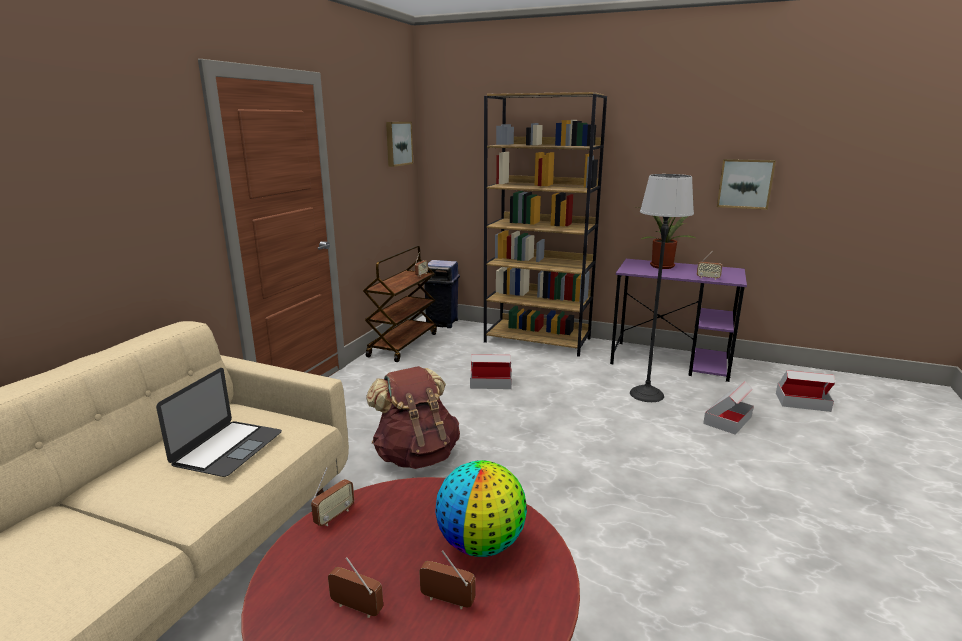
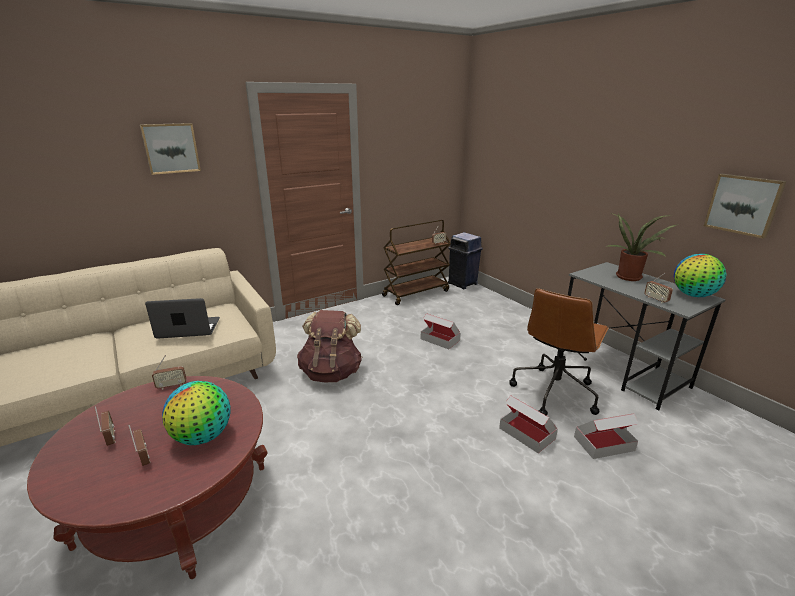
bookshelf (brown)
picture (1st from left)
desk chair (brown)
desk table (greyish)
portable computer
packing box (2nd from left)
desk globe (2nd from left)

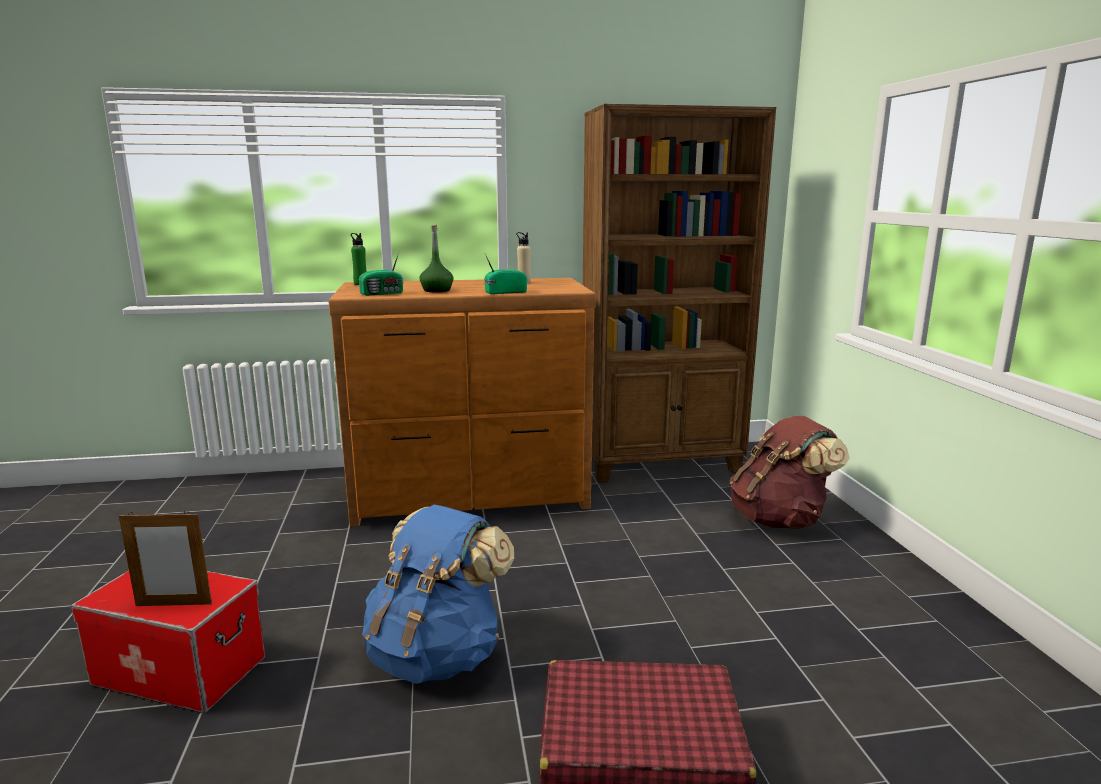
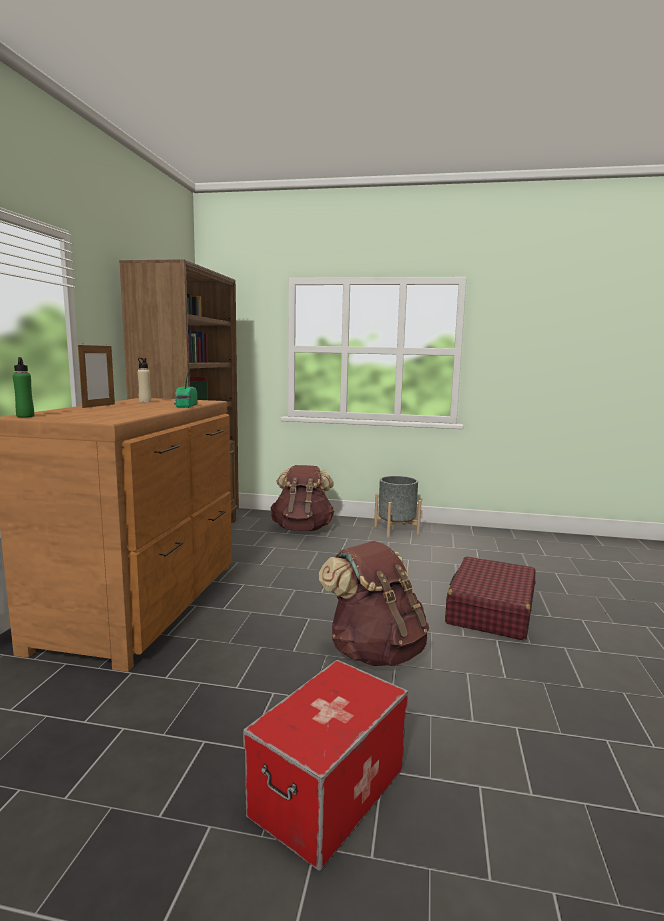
drink bottle (greenish) (2nd from left in the first image)
radio (1st from left in the first image)
backpack (brown) (2nd from left)
photo frame
flower pot (greyish)

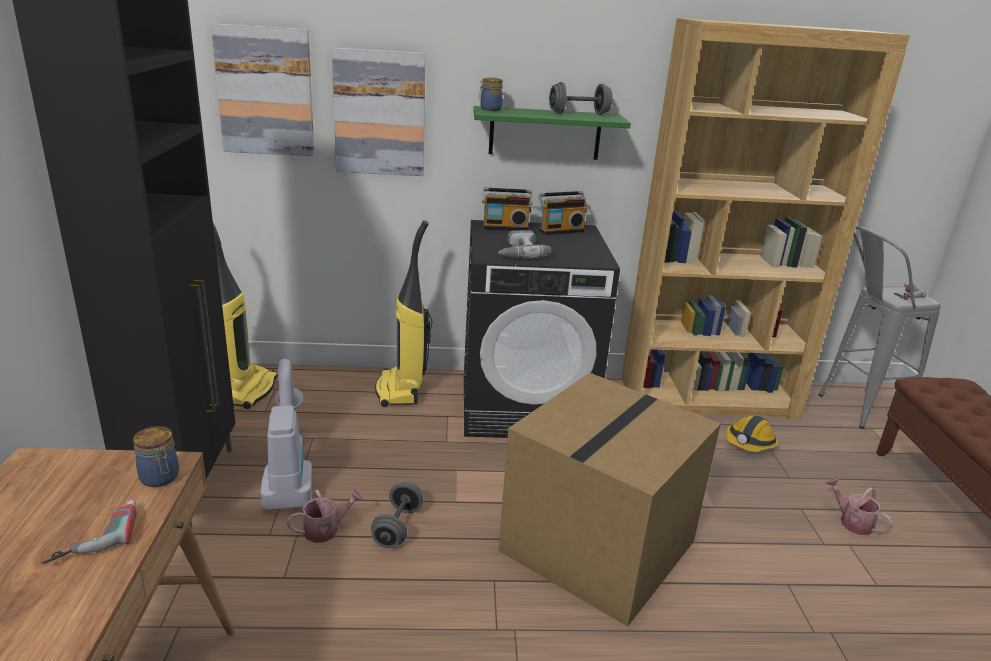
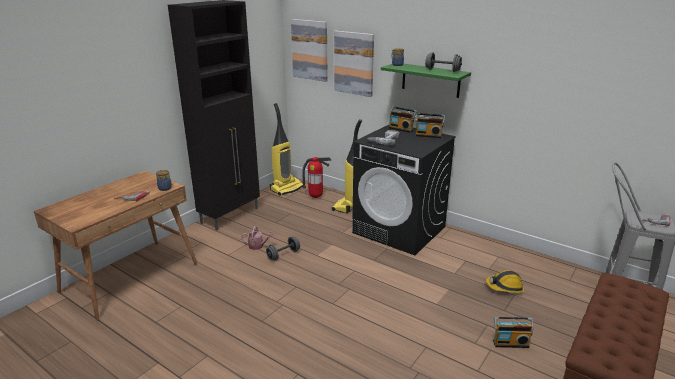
bookshelf (brown)
vacuum cleaner (2nd from left in the first image)
packing box
radio (3rd from left)
fire-fighting cylinder

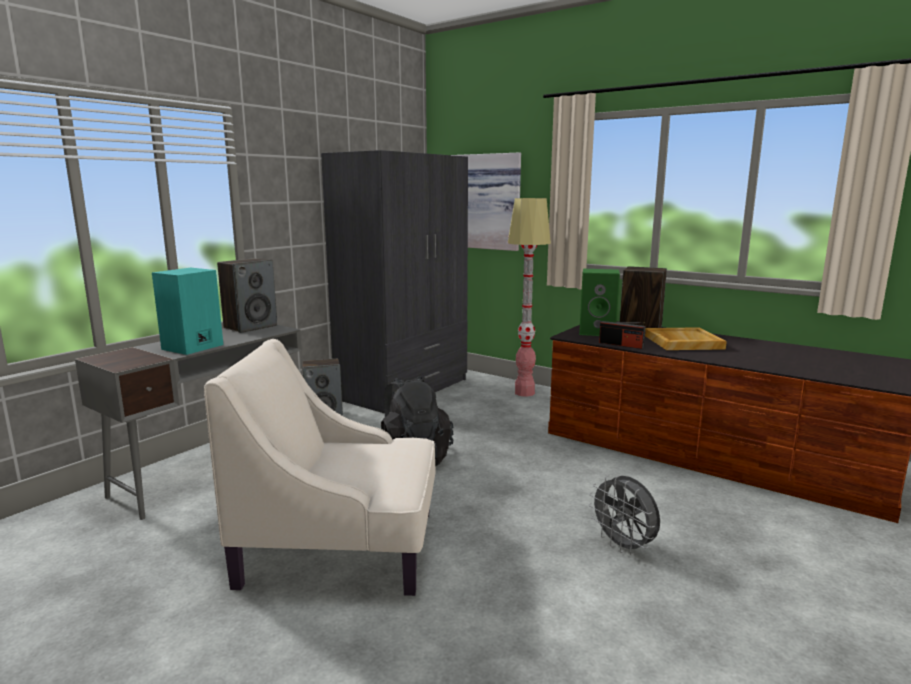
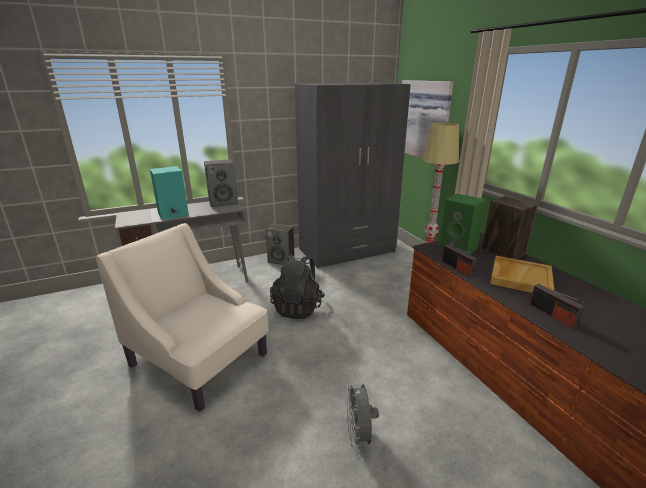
radio (2nd from left)

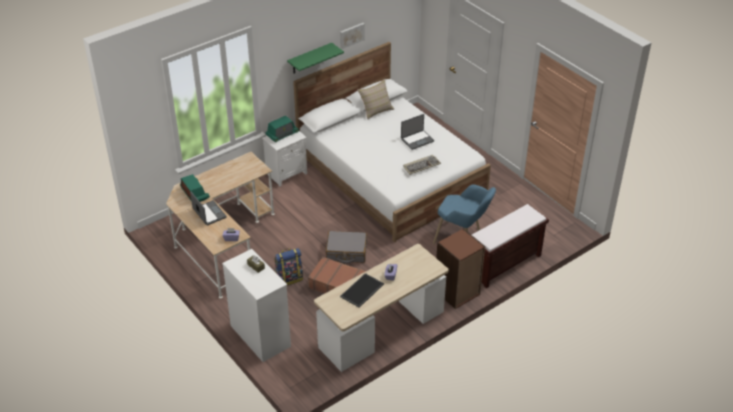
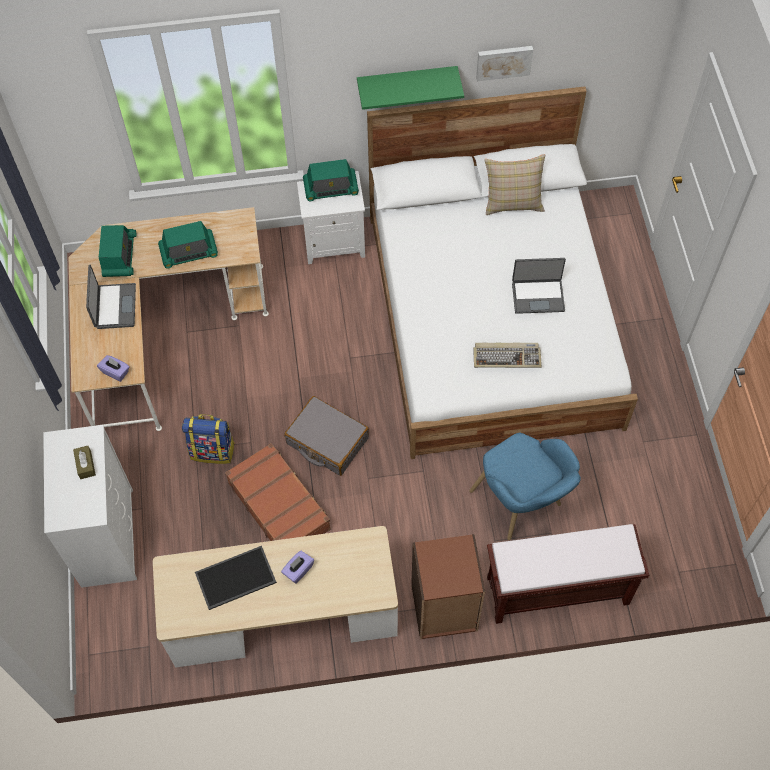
radio (2nd from left)

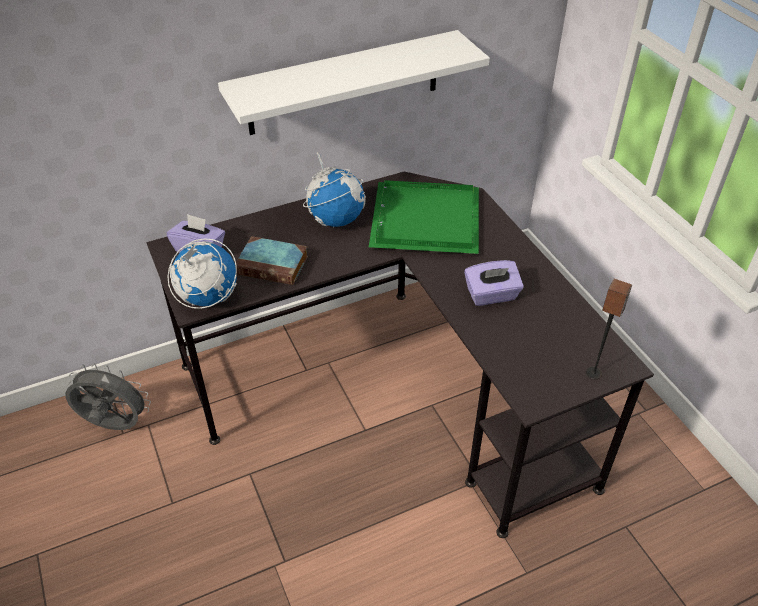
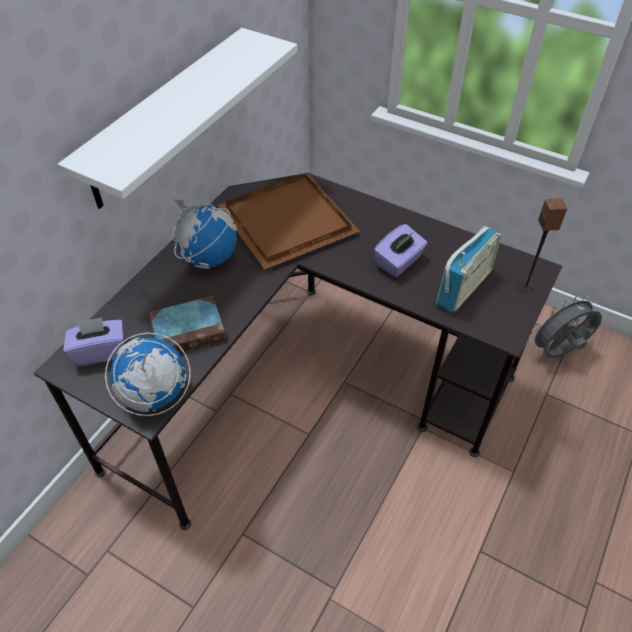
serving tray (brown)
electric fan (greyish)
radio

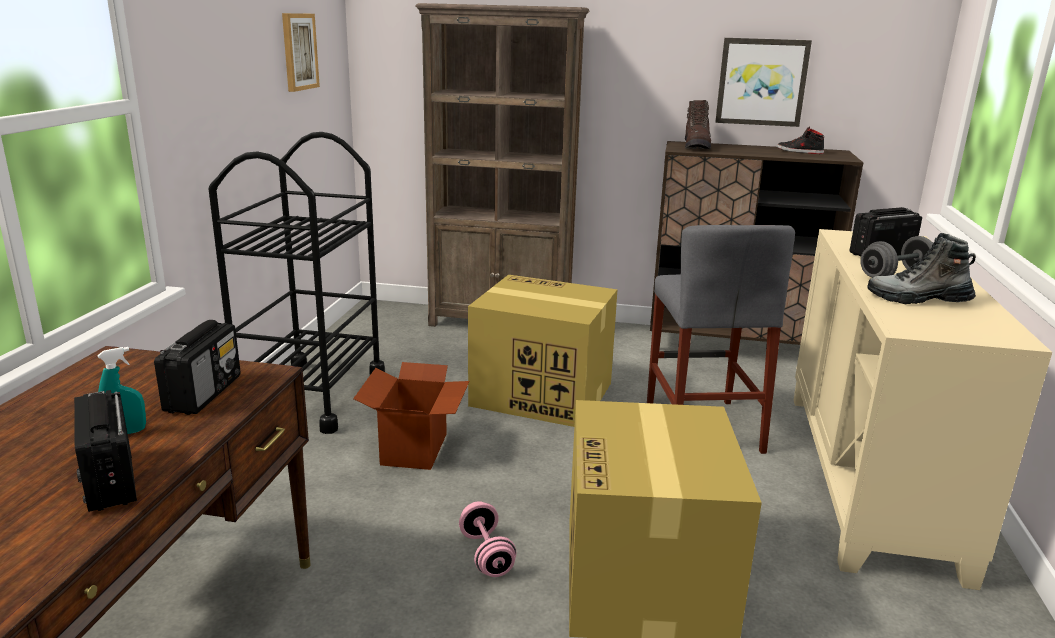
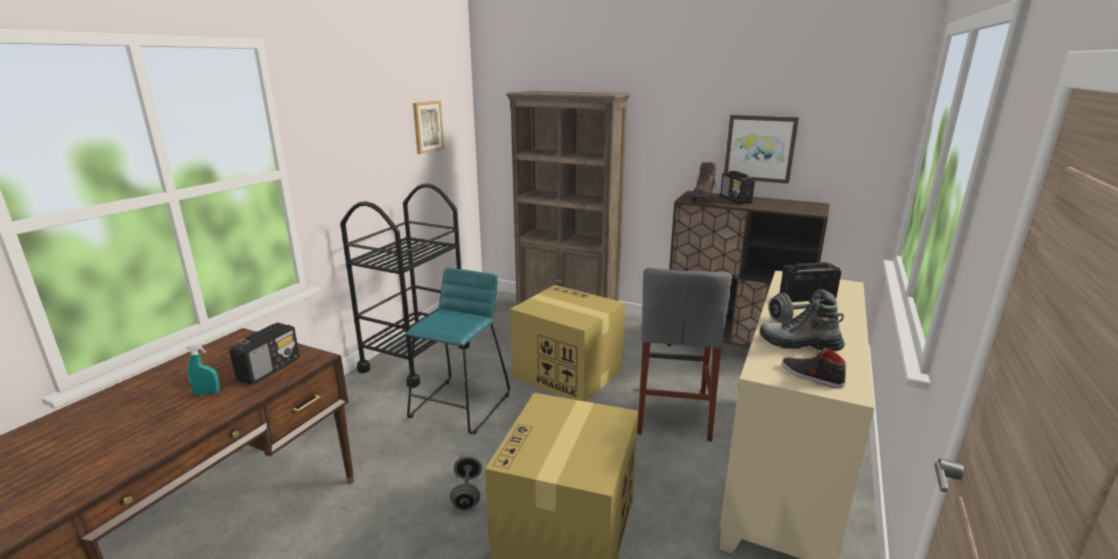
shoe (black-coloured)
stool (turquoise-coloured)
radio (2nd from left)
free weight (greyish) (1st from left)

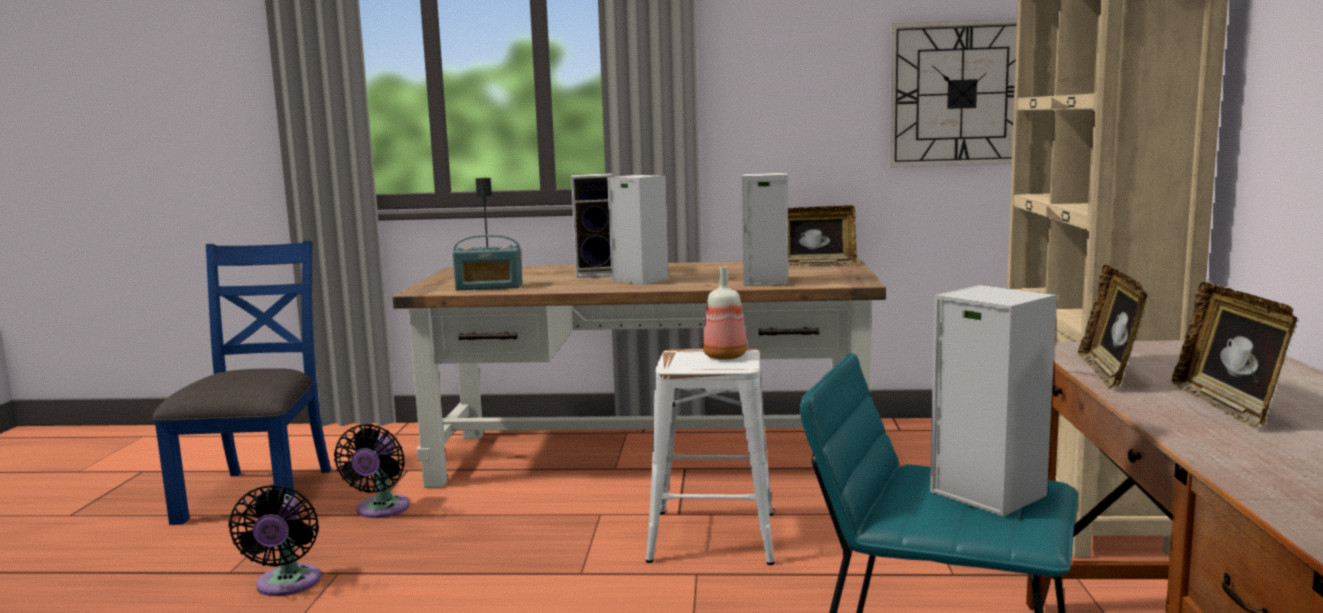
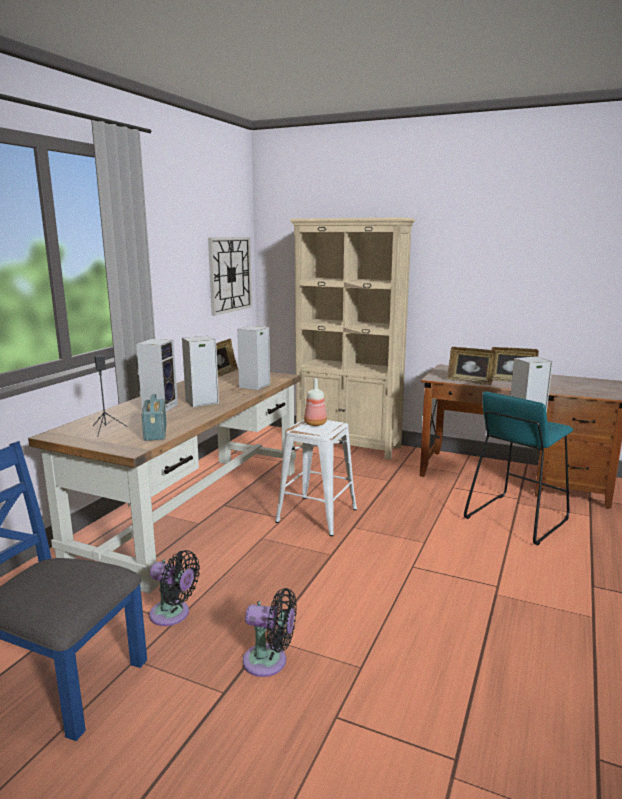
radio

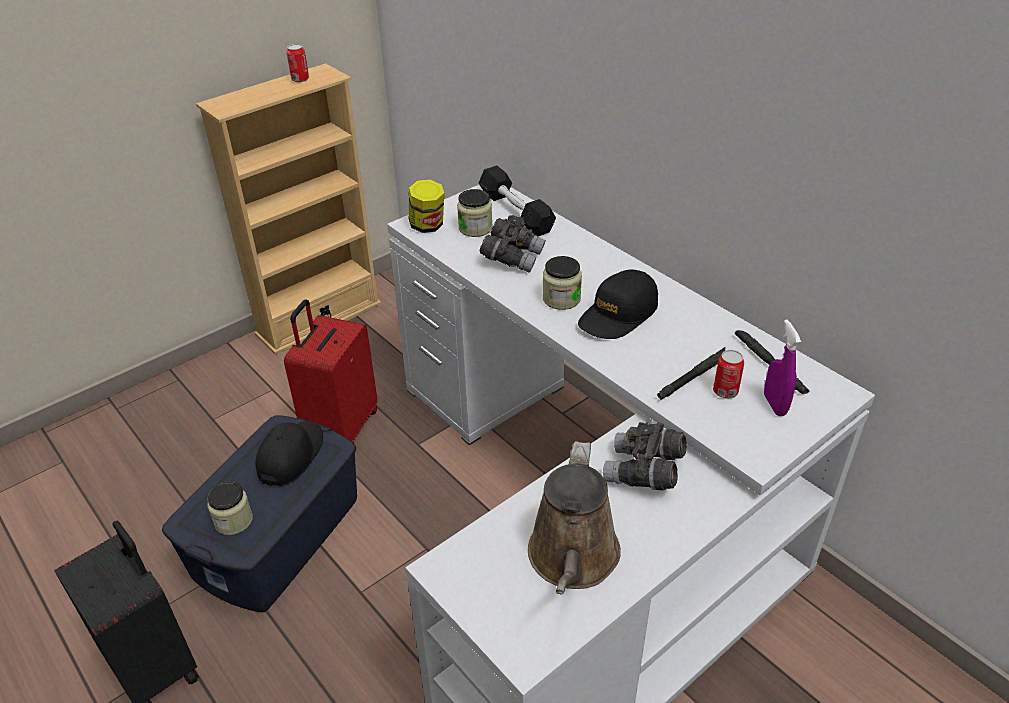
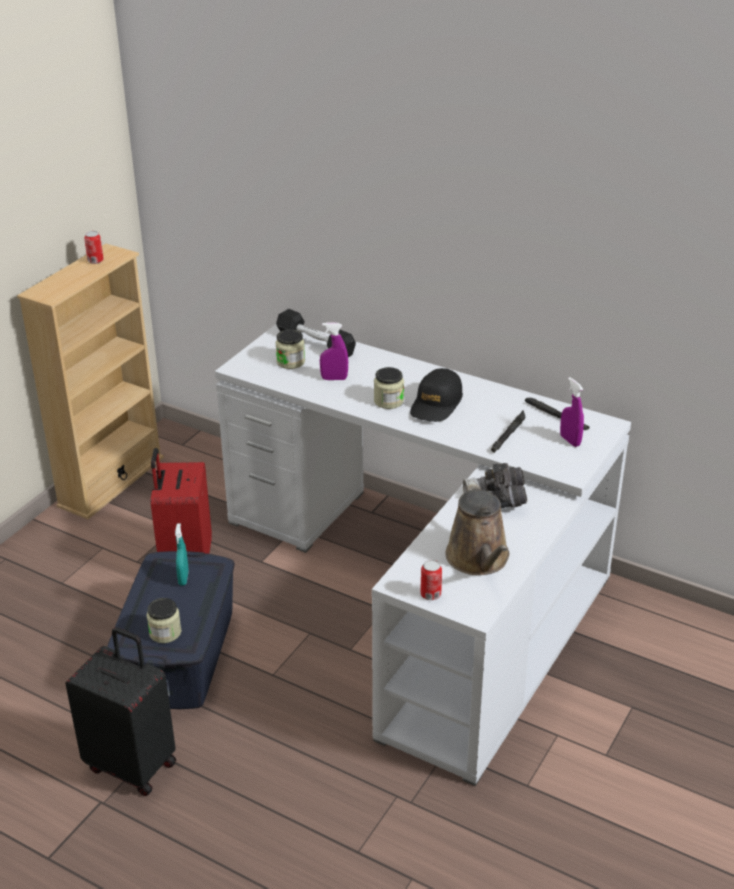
jar (2nd from left in the first image)
sprayer (purple-coloured) (1st from left)
sealed can (2nd from left)
sprayer (turquoise-coloured)

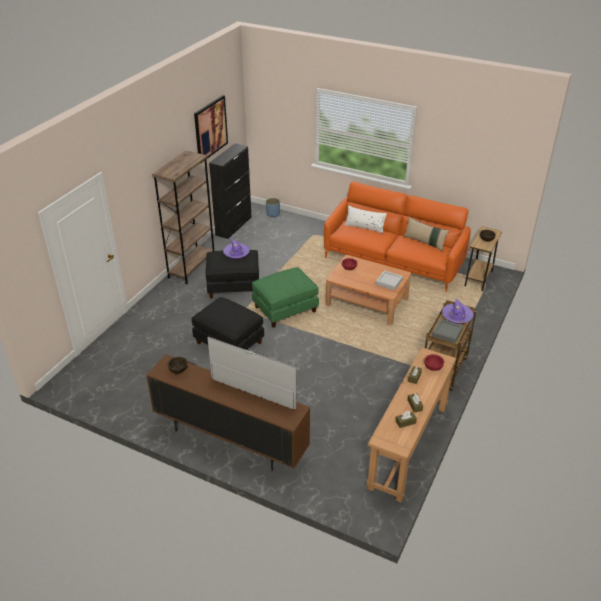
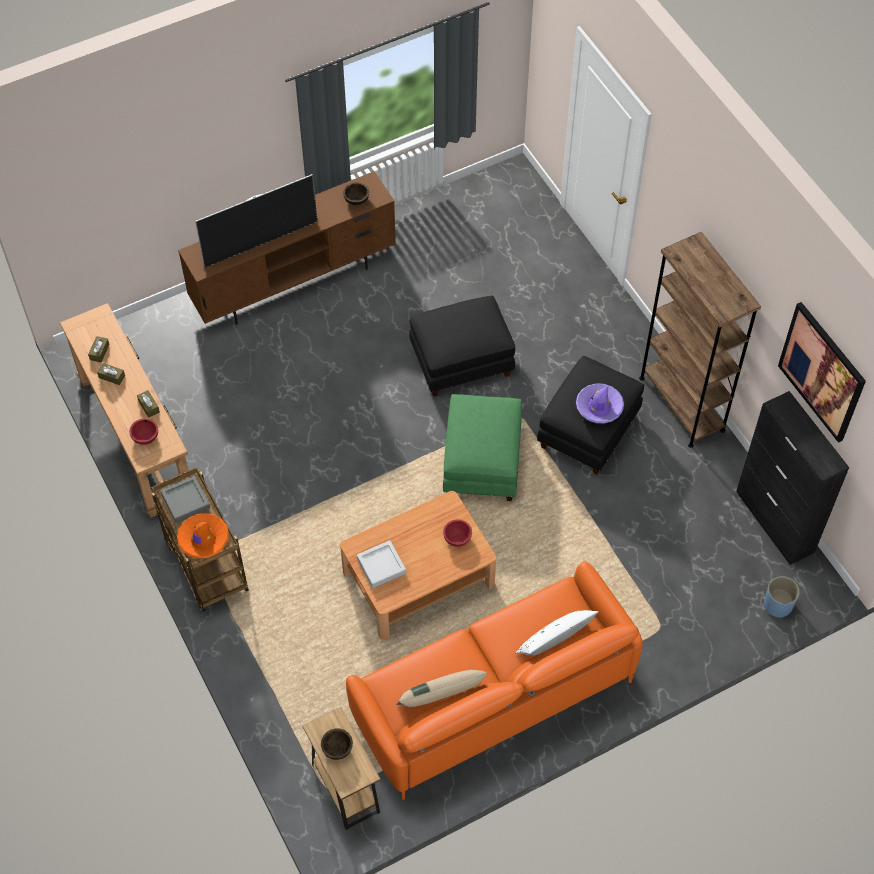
hat (orange-coloured)

